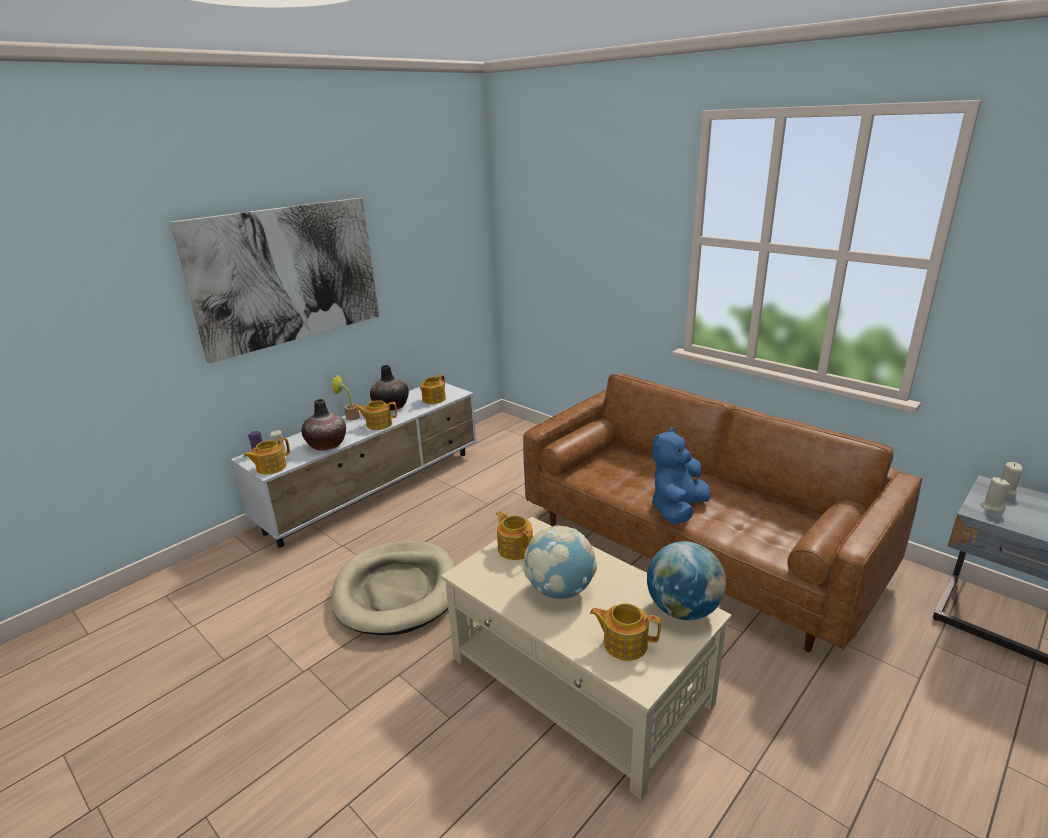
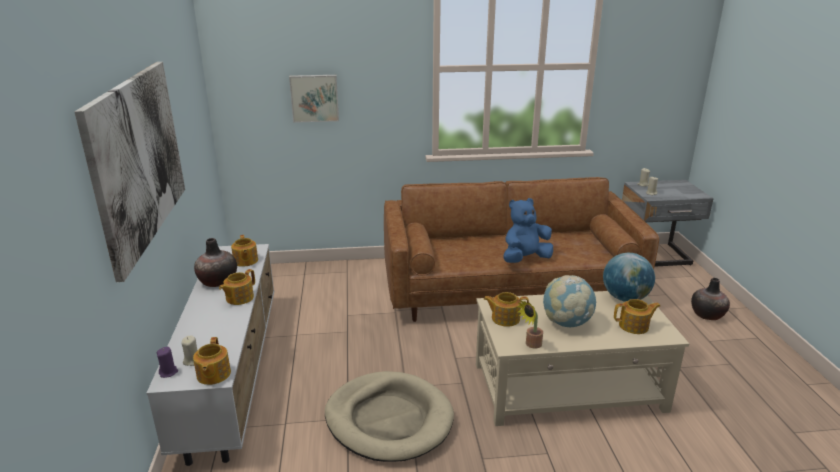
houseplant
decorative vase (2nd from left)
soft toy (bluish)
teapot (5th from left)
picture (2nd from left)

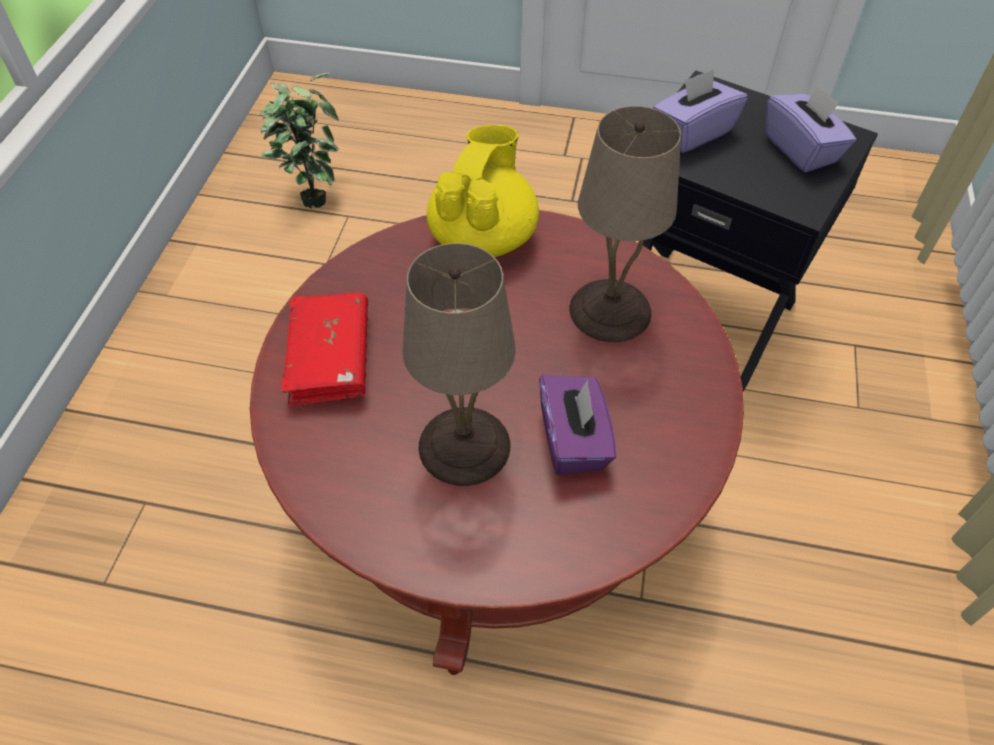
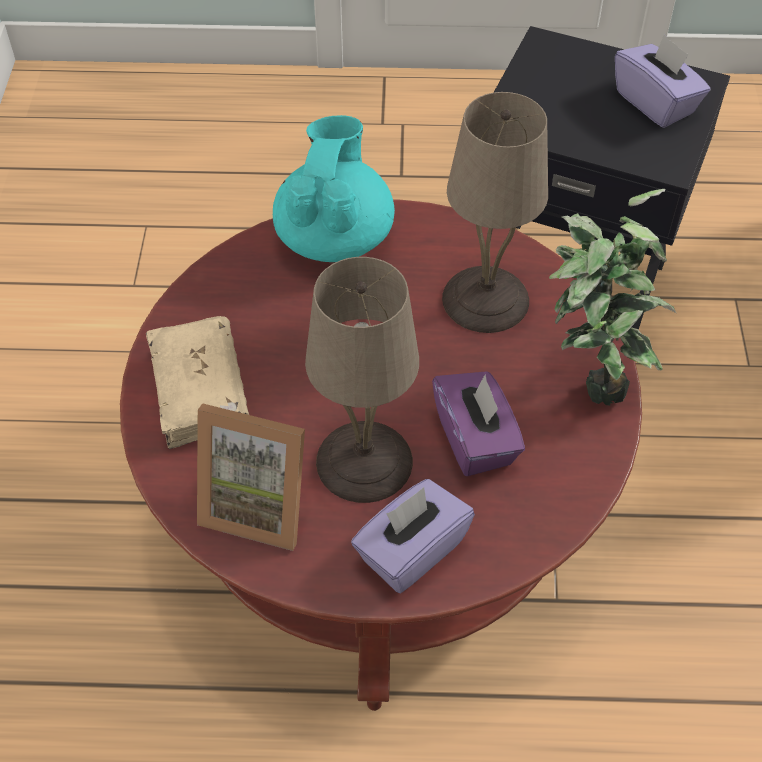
tissue box (purple-coloured) (1st from left)
houseplant
teapot (turquoise-coloured)
bound book (beige)
photo frame

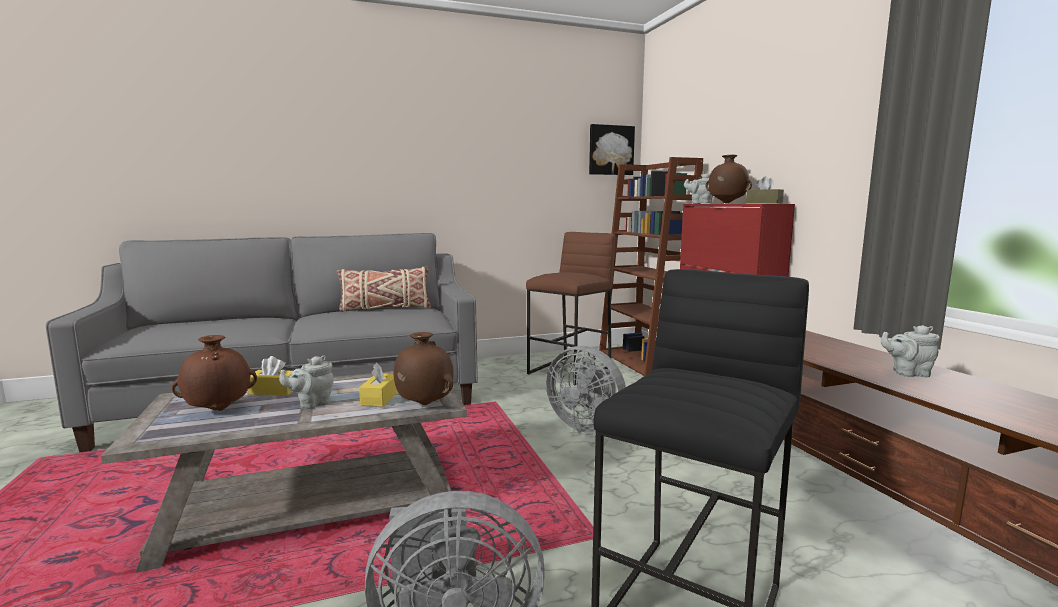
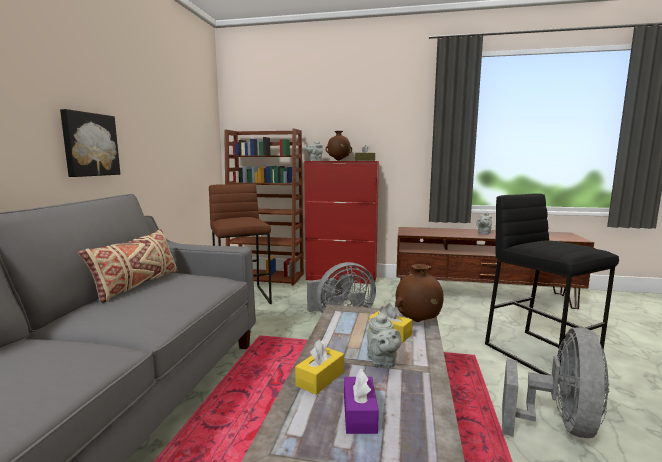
picture
tissue box (purple-coloured)

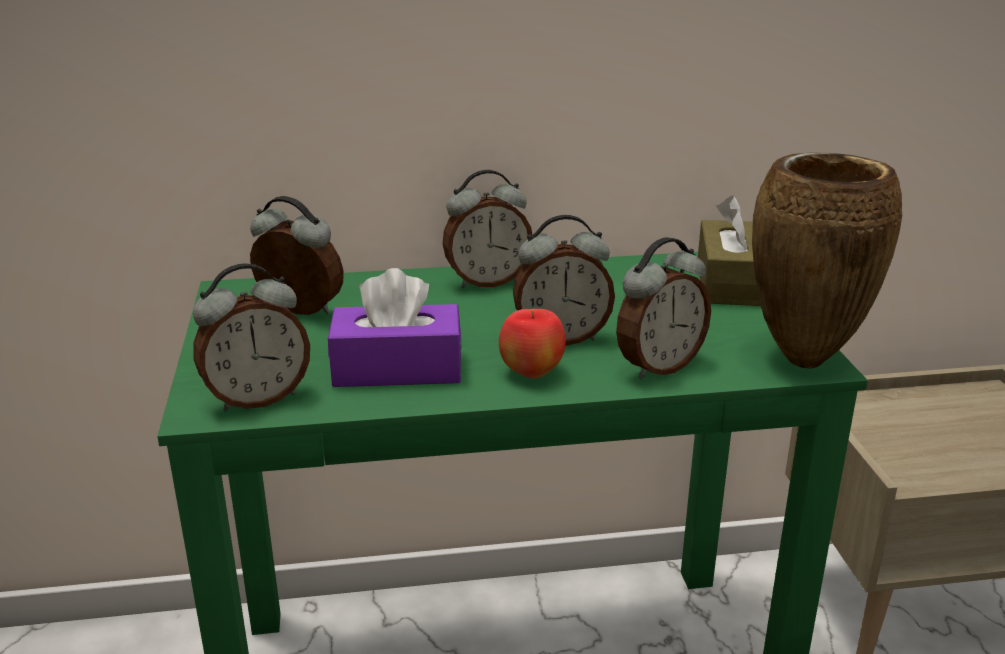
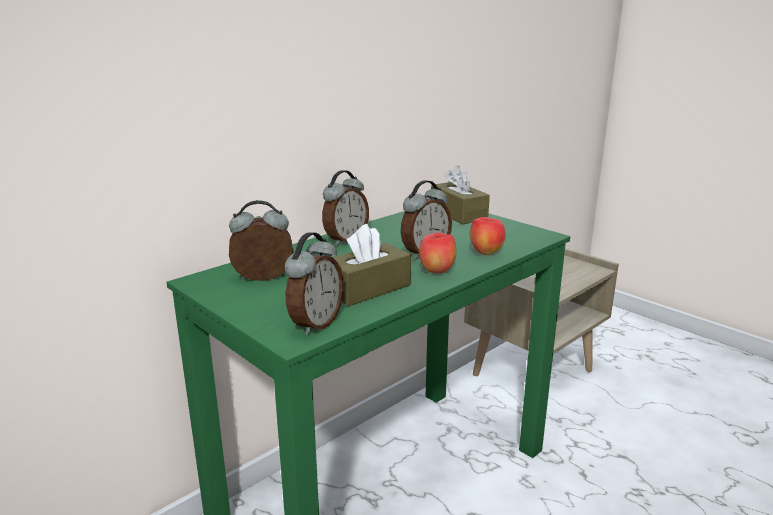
decorative vase (brown)
apple (2nd from left)
tissue box (brown) (1st from left)

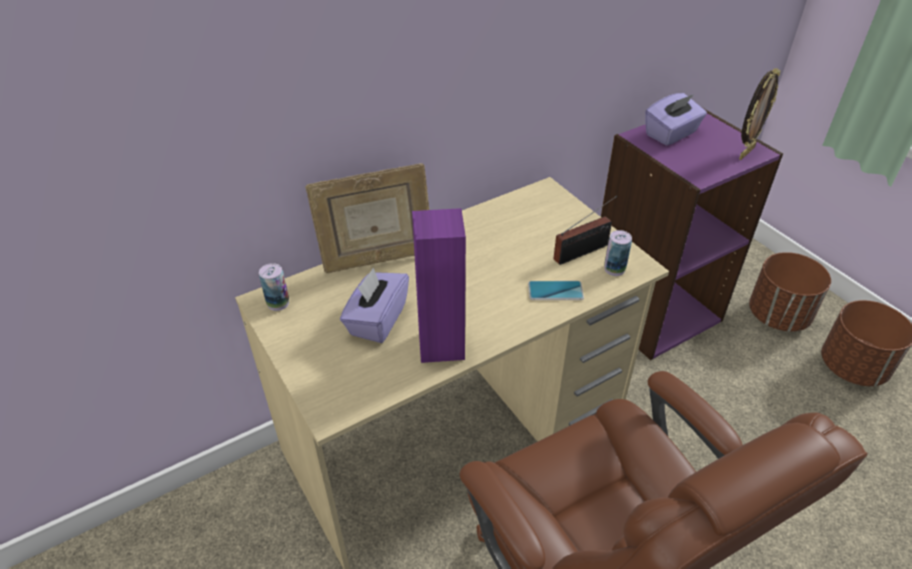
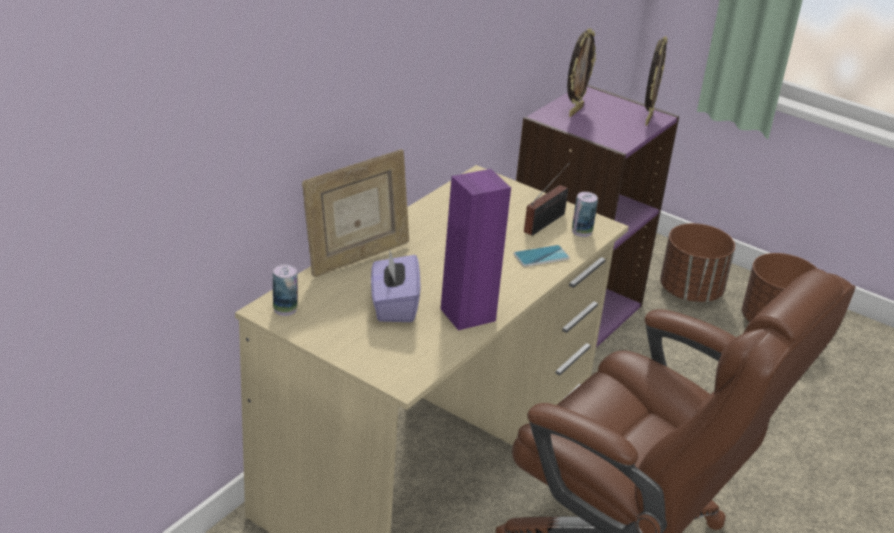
photo frame (2nd from left)

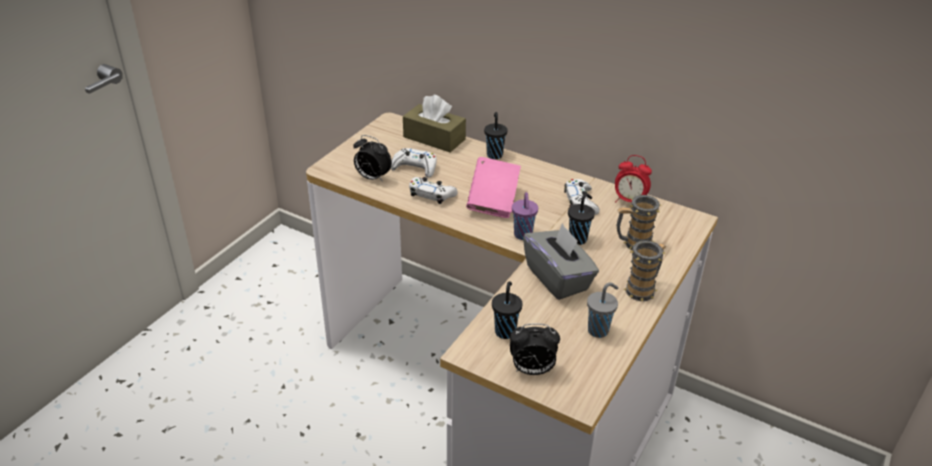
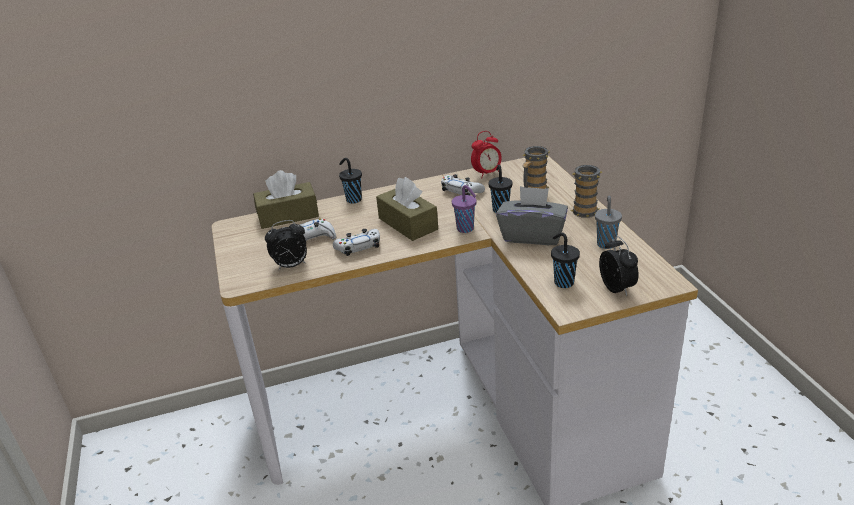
tissue box (brown) (2nd from left)
alarm clock (3rd from left)

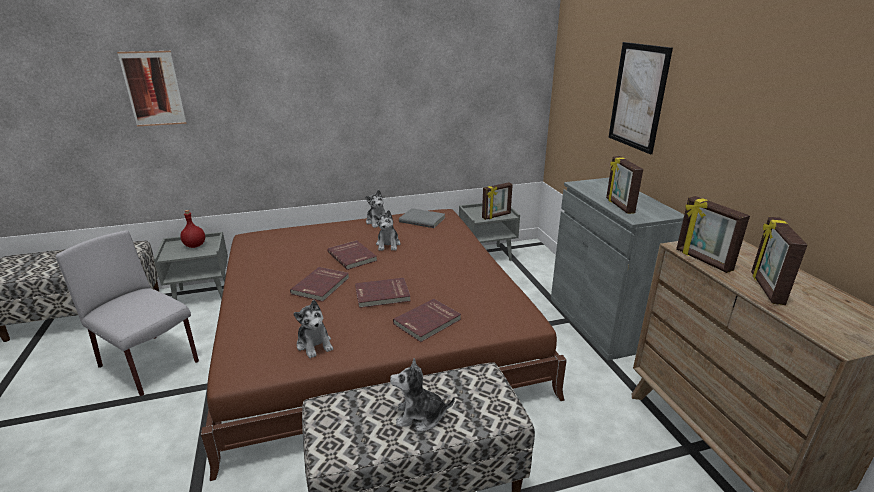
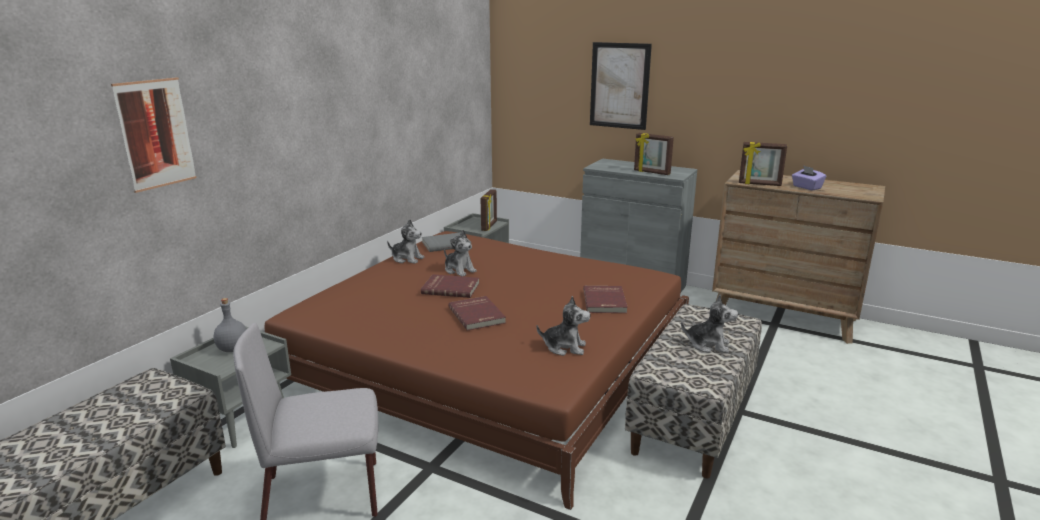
drink bottle (greyish)
tissue box (purple-coloured)
bound book (red-coloured) (3rd from left in the first image)
soft toy (4th from left)

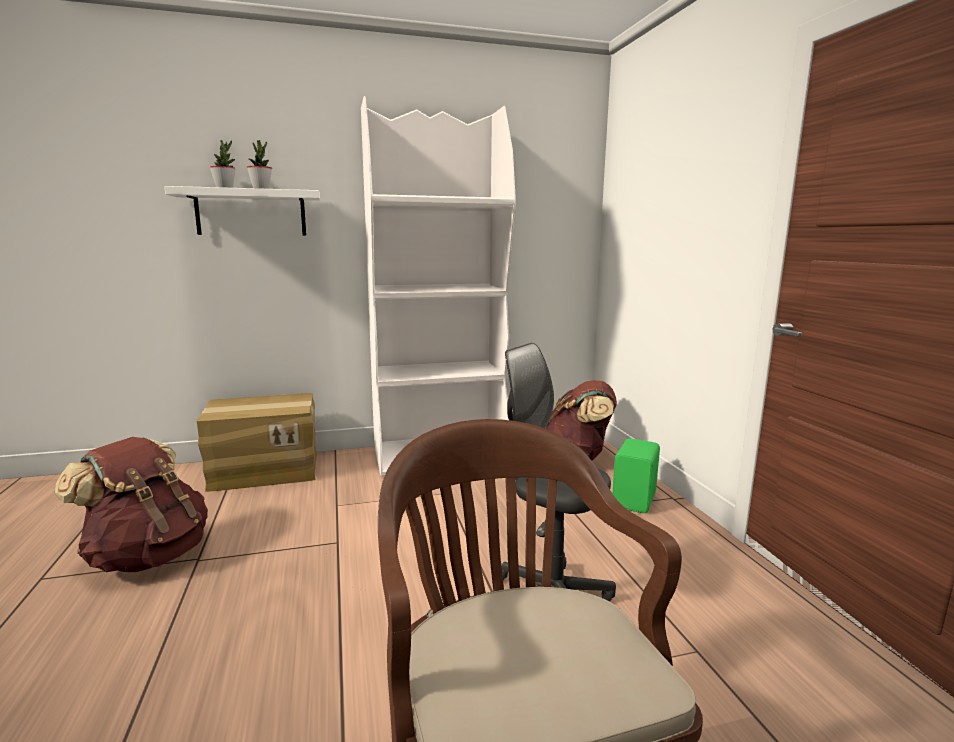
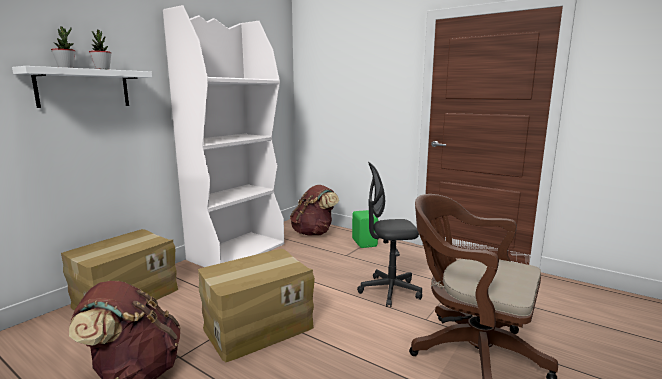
packing box (2nd from left)

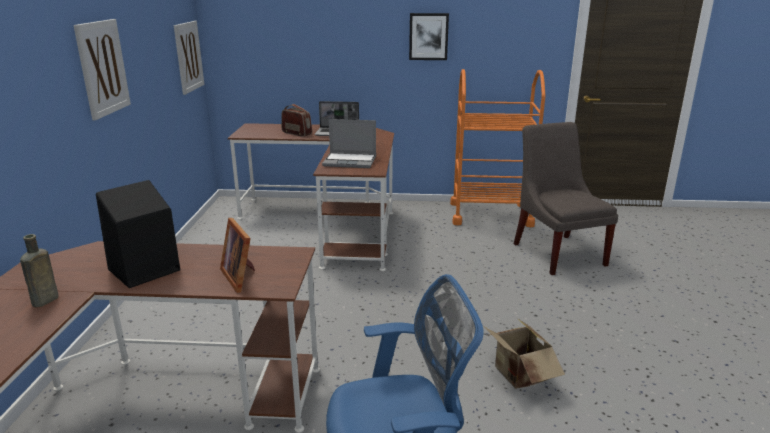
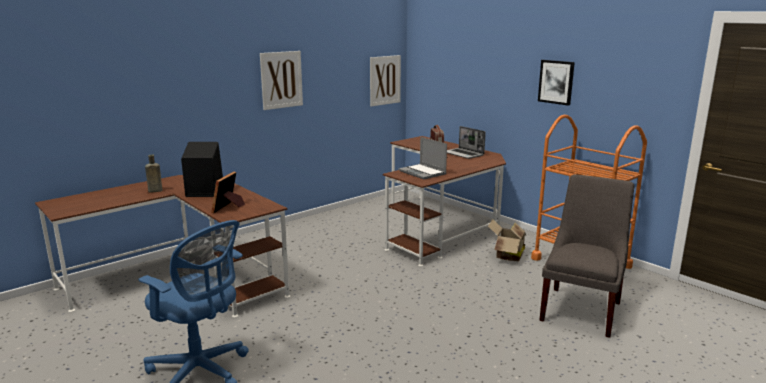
packing box

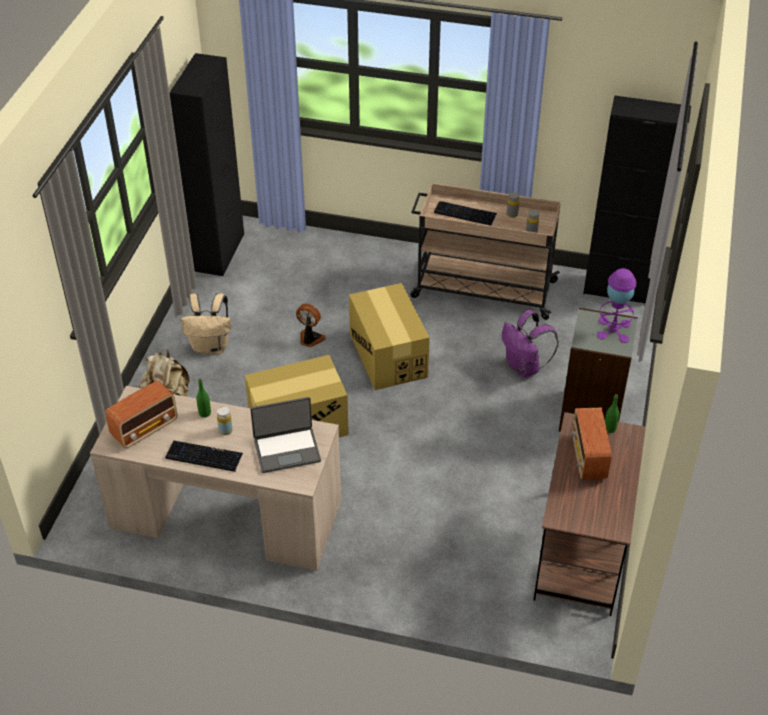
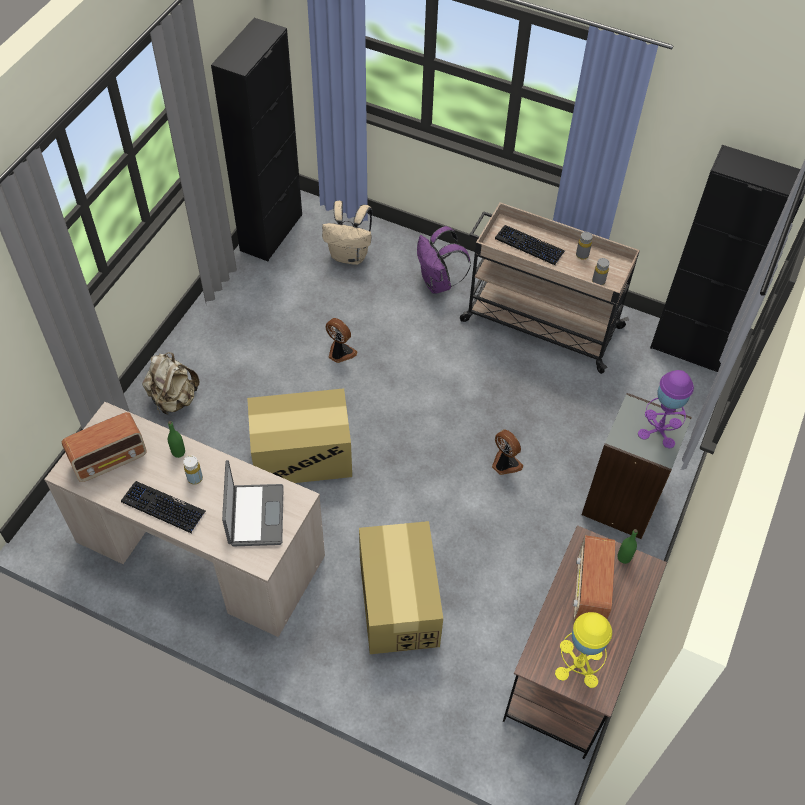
packing box (2nd from left)
backpack (beige) (2nd from left)
backpack (purple-coloured)
portable computer
electric fan (2nd from left)
tabletop lamp (yellowish)

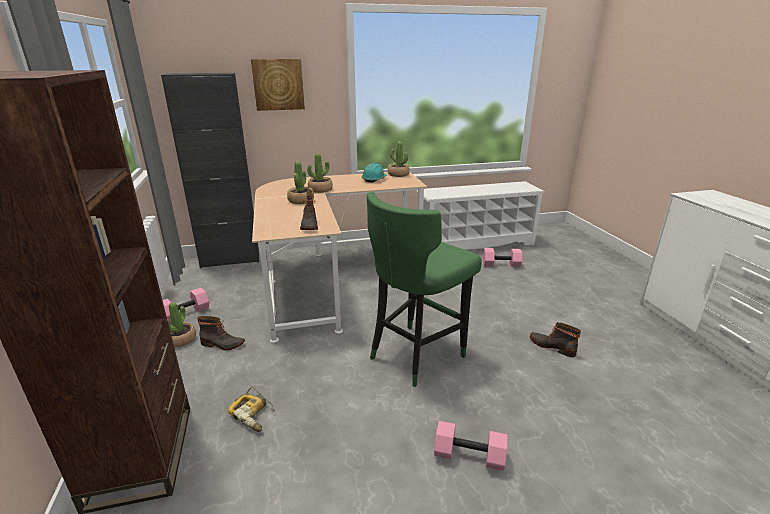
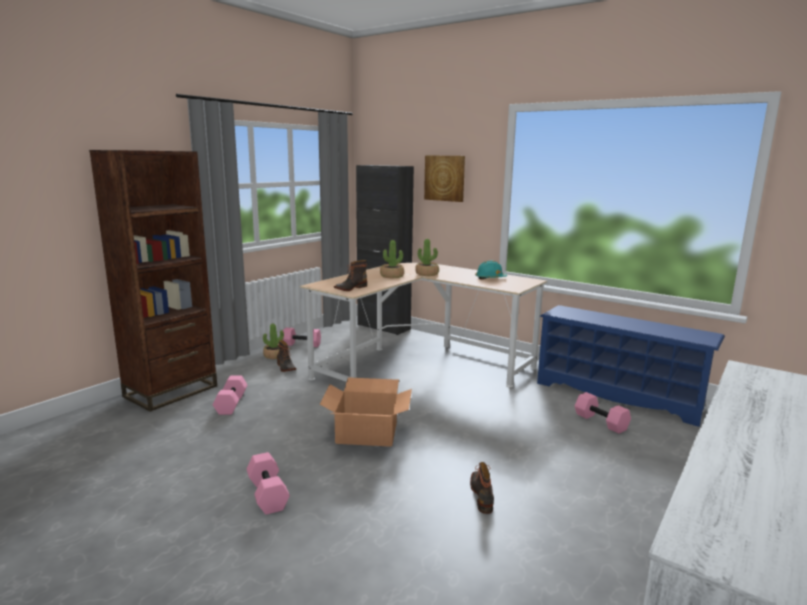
houseplant (4th from left in the first image)
shoe shelf (bluish)
packing box
free weight (pink) (1st from left)

